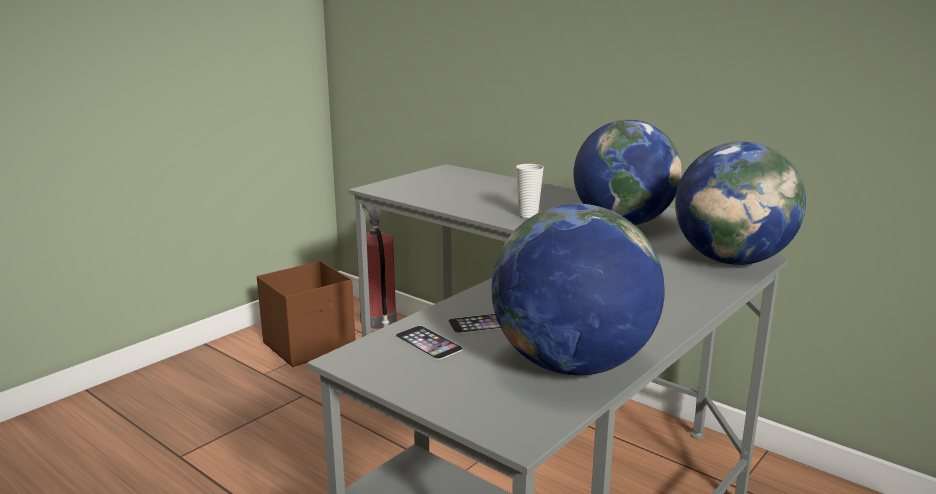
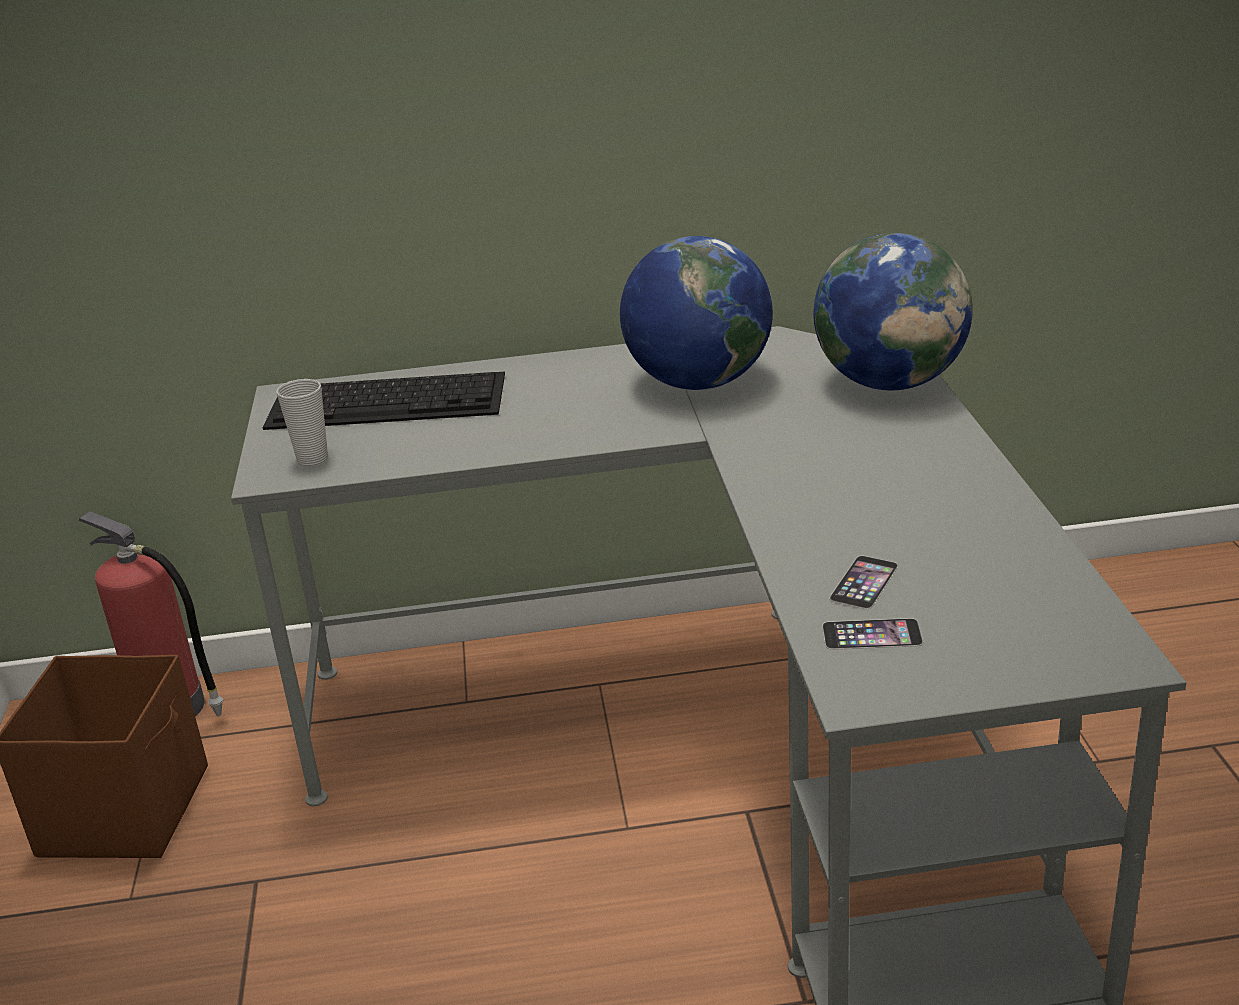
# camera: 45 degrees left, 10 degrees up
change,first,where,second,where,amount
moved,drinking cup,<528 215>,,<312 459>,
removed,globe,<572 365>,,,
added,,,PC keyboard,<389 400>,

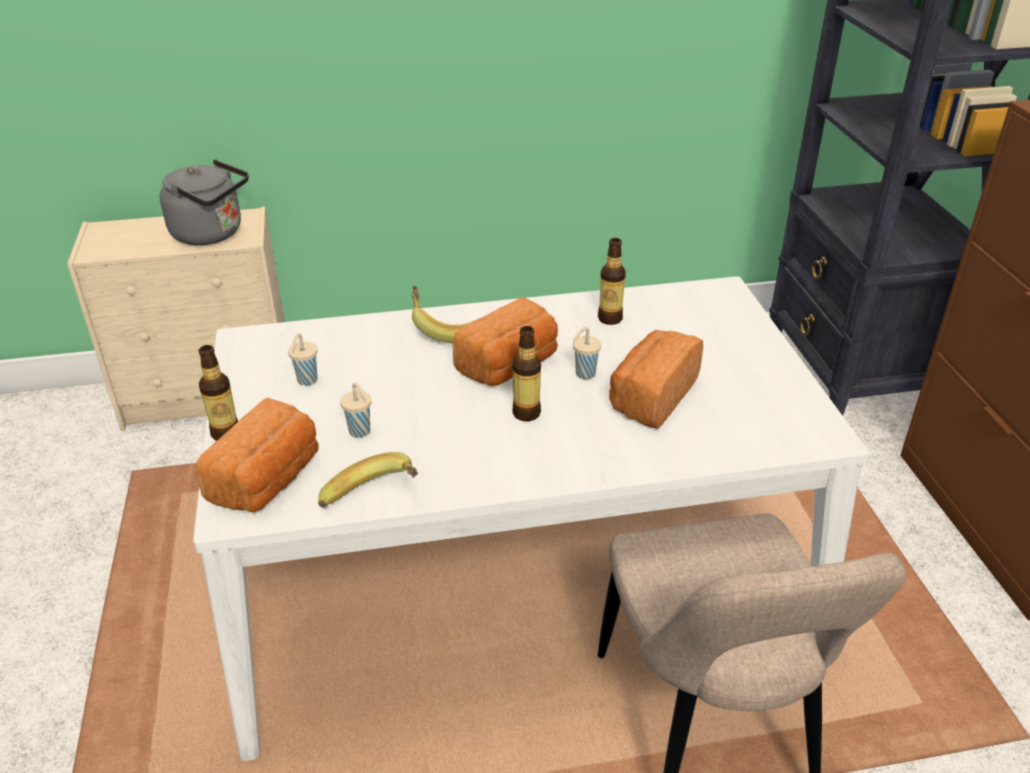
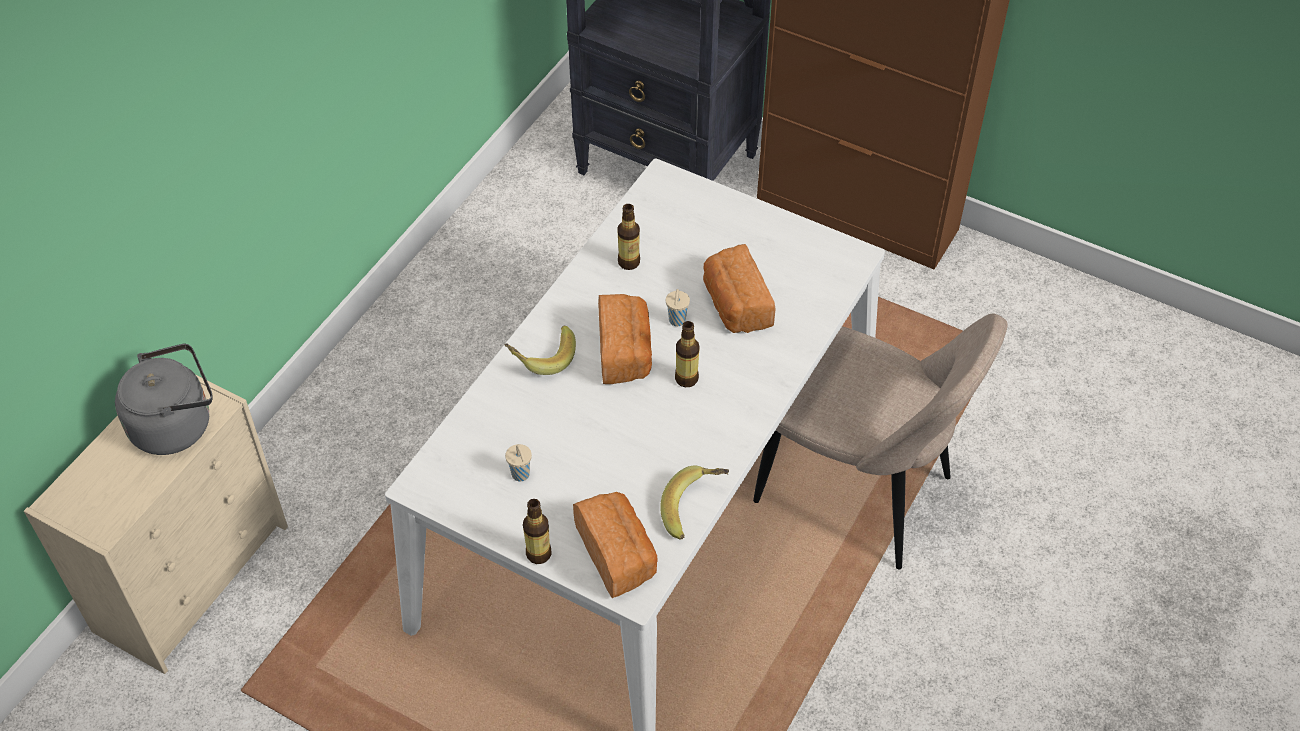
# camera: 50 degrees left, 15 degrees up
change,first,where,second,where,amount
removed,sand-coloured drinking cup,<360 432>,,,

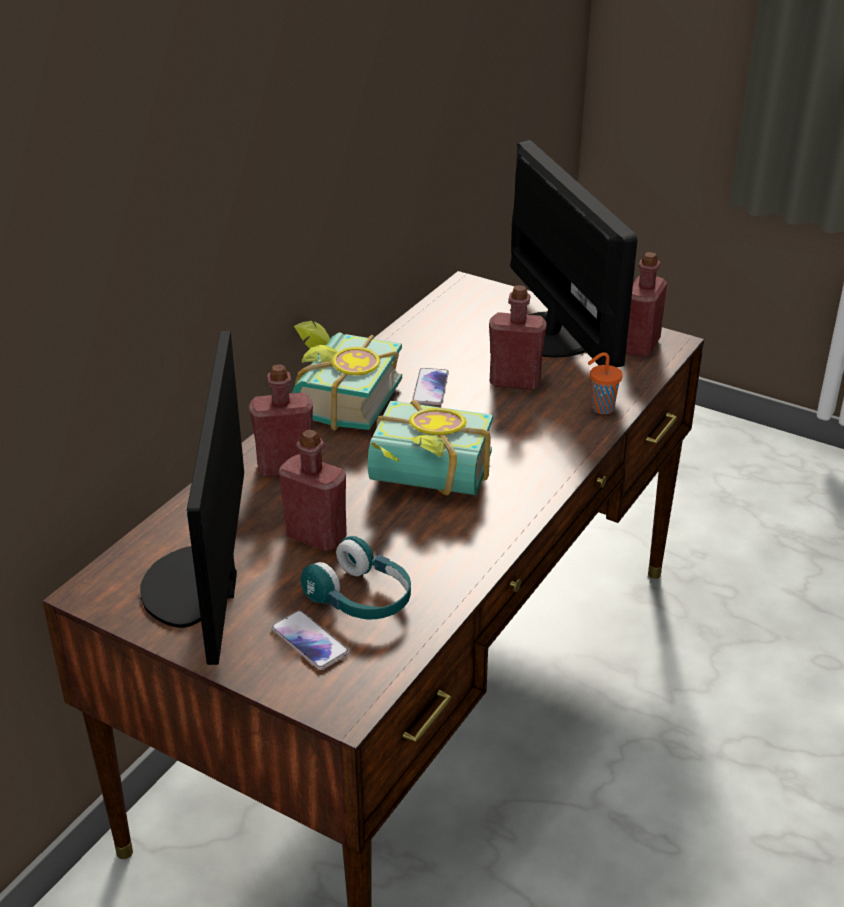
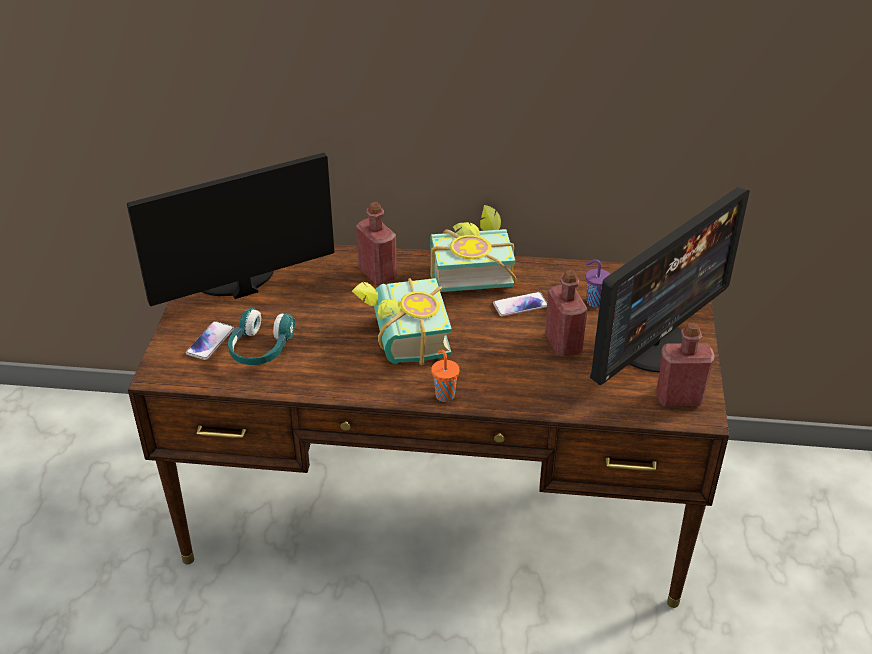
# camera: 65 degrees right, 5 degrees up
change,first,where,second,where,amount
moved,orangey drinking cup,<601 408>,,<444 395>,
removed,red beverage bottle,<316 536>,,,
added,,,purple-coloured drinking cup,<594 301>,

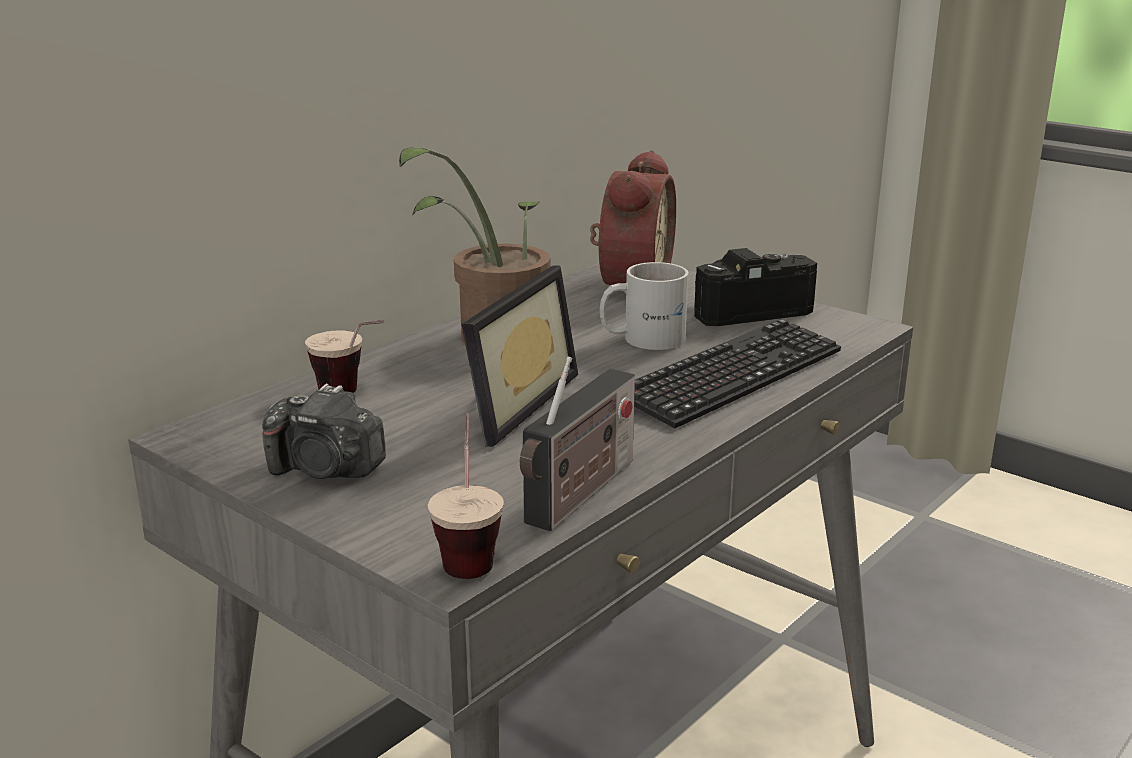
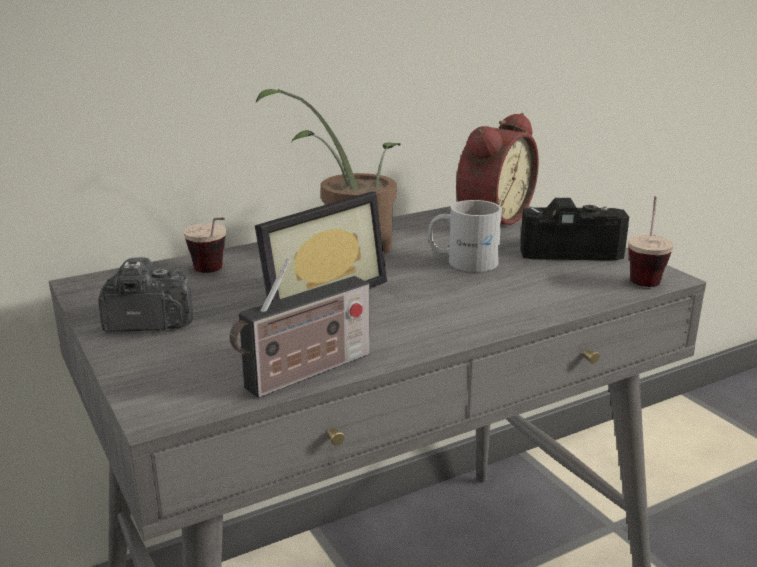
# camera: 20 degrees right, 0 degrees up
change,first,where,second,where,amount
removed,PC keyboard,<731 376>,,,
turned,photo camera,<326 470>,,<147 323>,135 degrees clockwise
moved,drinking cup,<469 550>,,<645 275>,

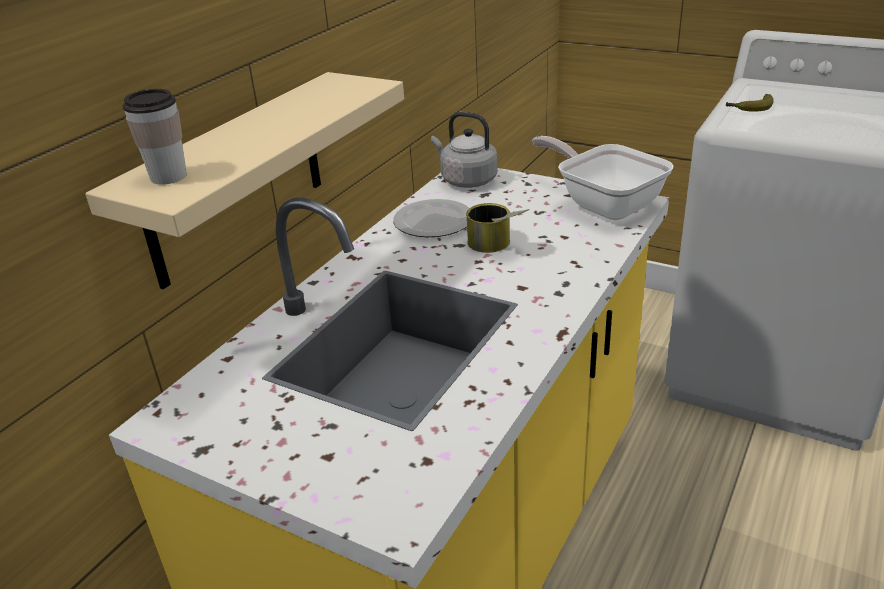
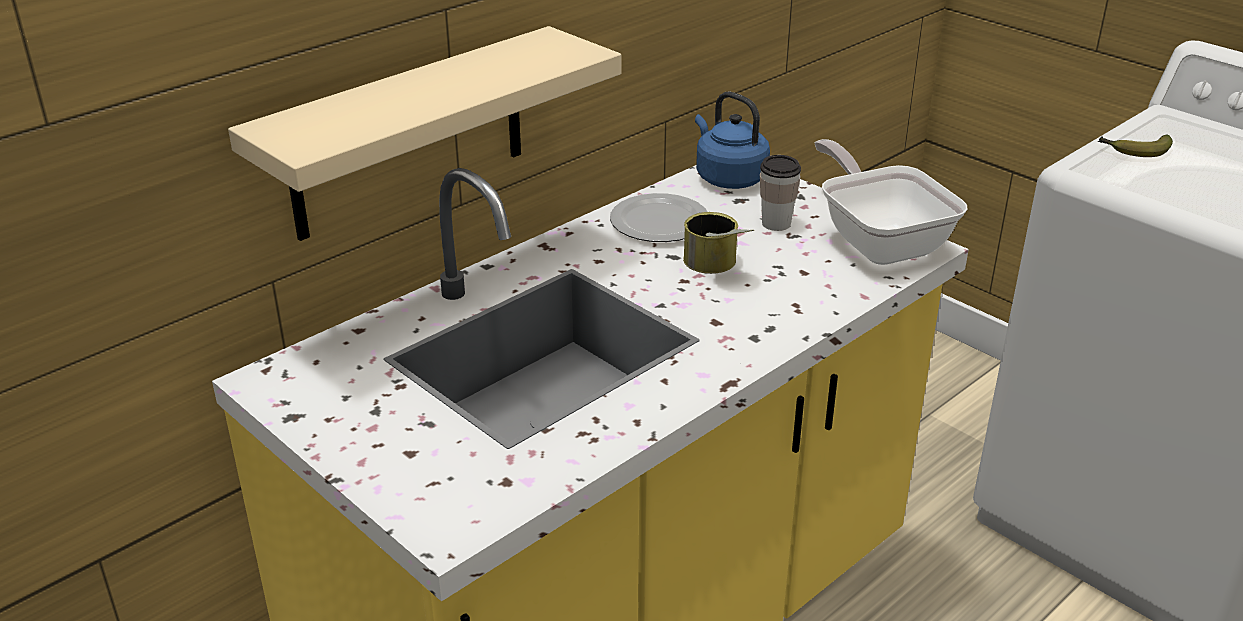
# camera: 15 degrees right, 0 degrees up
change,first,where,second,where,amount
moved,drinking cup,<168 177>,,<776 223>,
recoloured,greyish tea kettle,<466 180>,blue-coloured tea kettle,<728 177>,

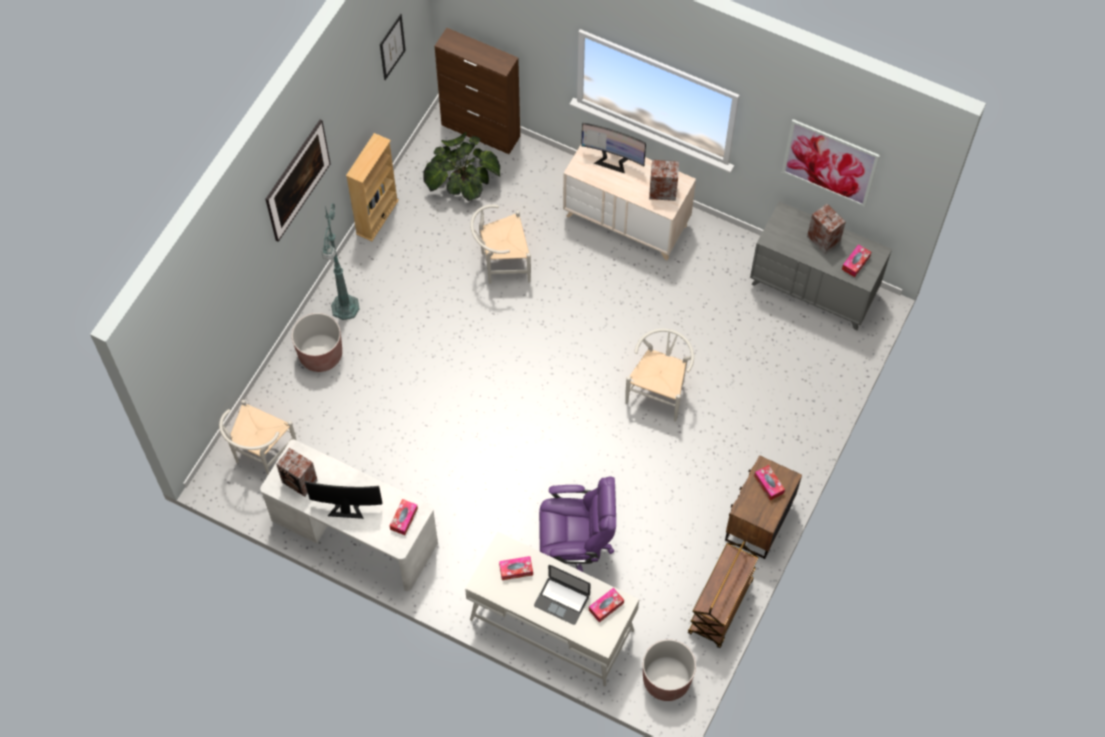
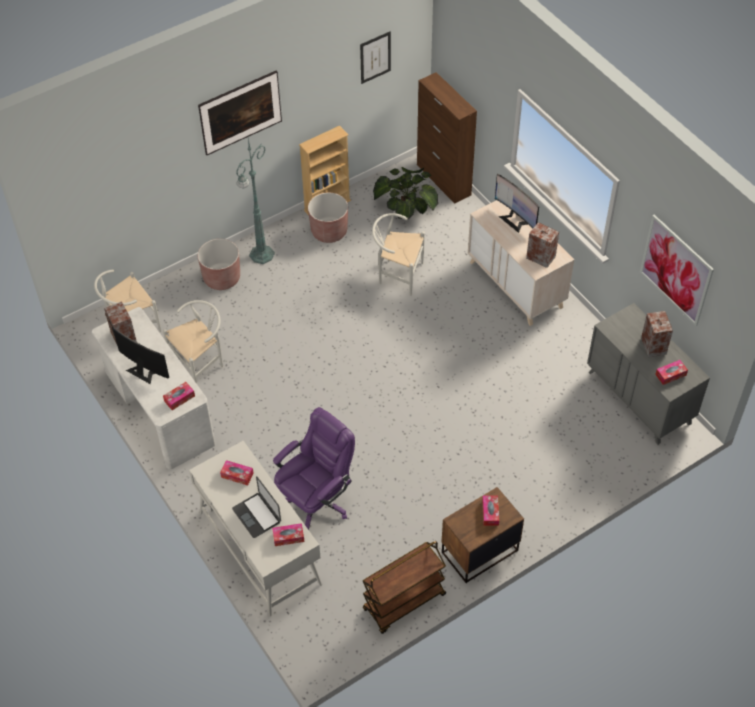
# camera: 30 degrees right, 10 degrees down
change,first,where,second,where,amount
moved,whitish plain chair,<659 391>,,<201 363>,
turned,purple-coloured desk chair,<575 548>,,<316 500>,75 degrees counterclockwise
moved,brownish flower pot,<666 679>,,<329 231>,

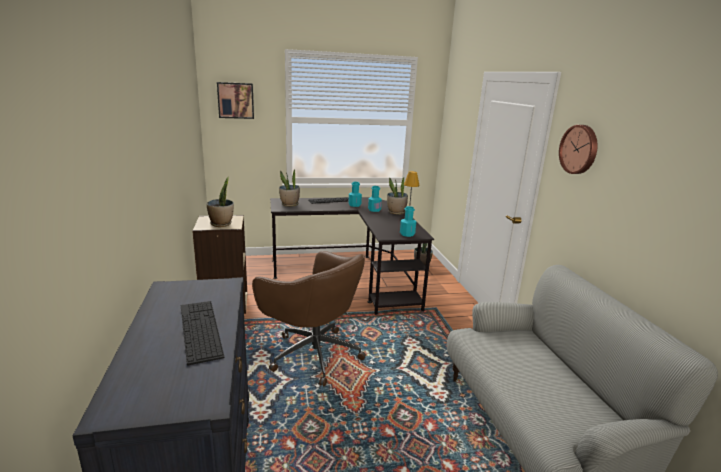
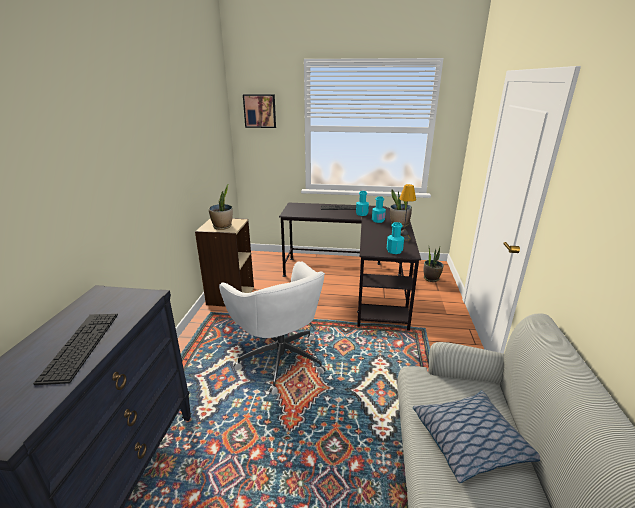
# camera: 20 degrees right, 5 degrees up
change,first,where,second,where,amount
removed,wall clock,<579 149>,,,
removed,houseplant,<289 204>,,,
recoloured,brownish desk chair,<313 353>,whitish desk chair,<280 358>,
added,,,throw pillow,<469 441>,

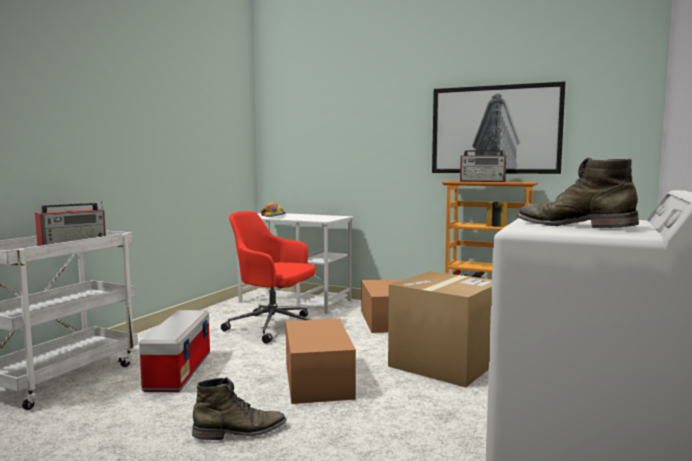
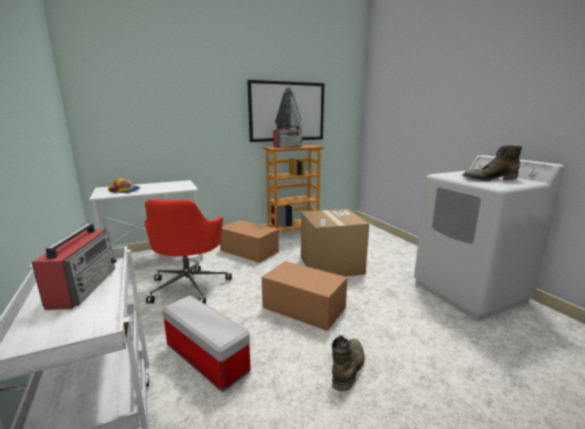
# camera: 50 degrees left, 10 degrees up
change,first,where,second,where,amount
turned,red desk chair,<273 327>,,<189 286>,60 degrees counterclockwise

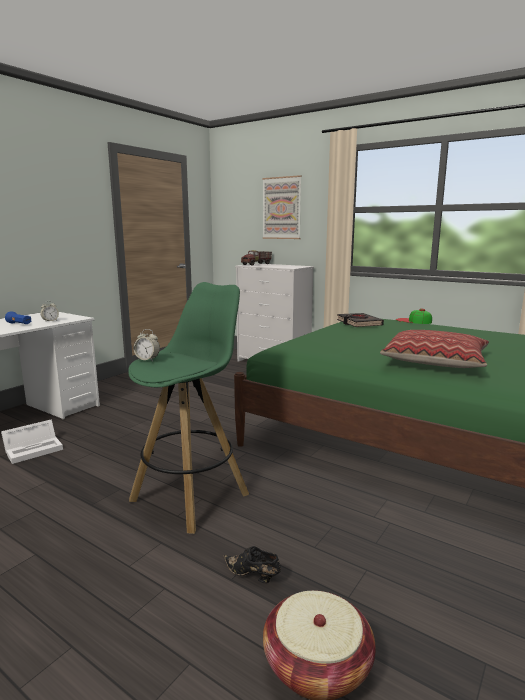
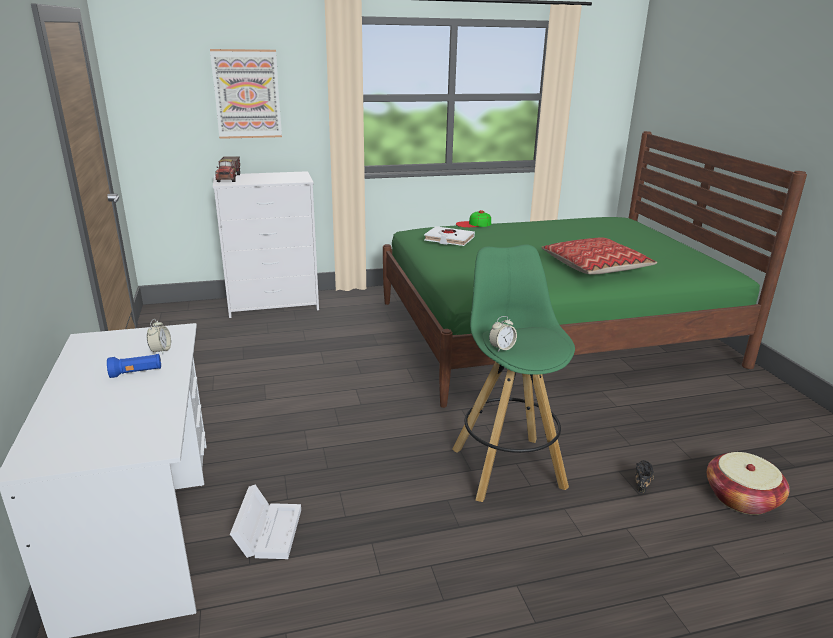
# camera: 50 degrees left, 10 degrees up
change,first,where,second,where,amount
recoloured,blackish bound book,<359 323>,whitish bound book,<449 239>,
turned,blackish low shoe,<252 575>,,<642 483>,135 degrees clockwise

